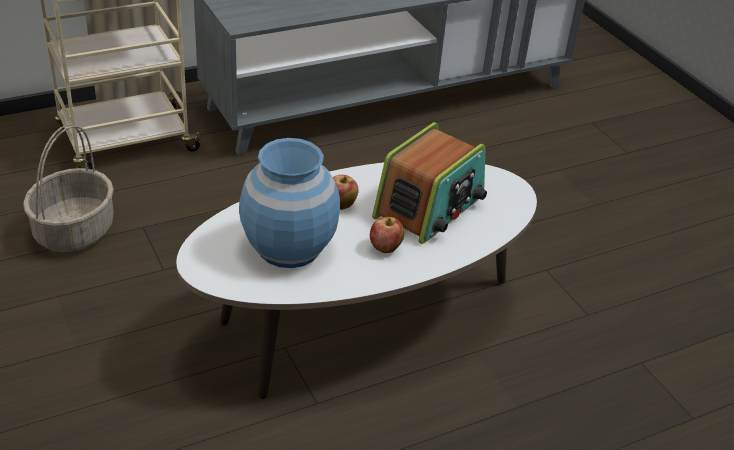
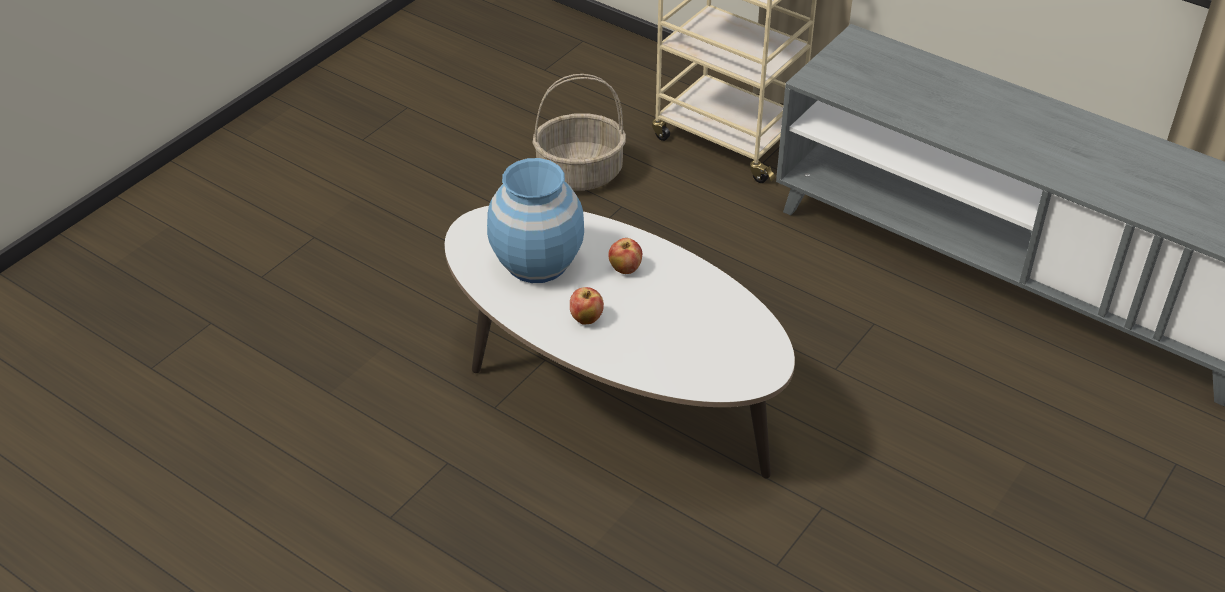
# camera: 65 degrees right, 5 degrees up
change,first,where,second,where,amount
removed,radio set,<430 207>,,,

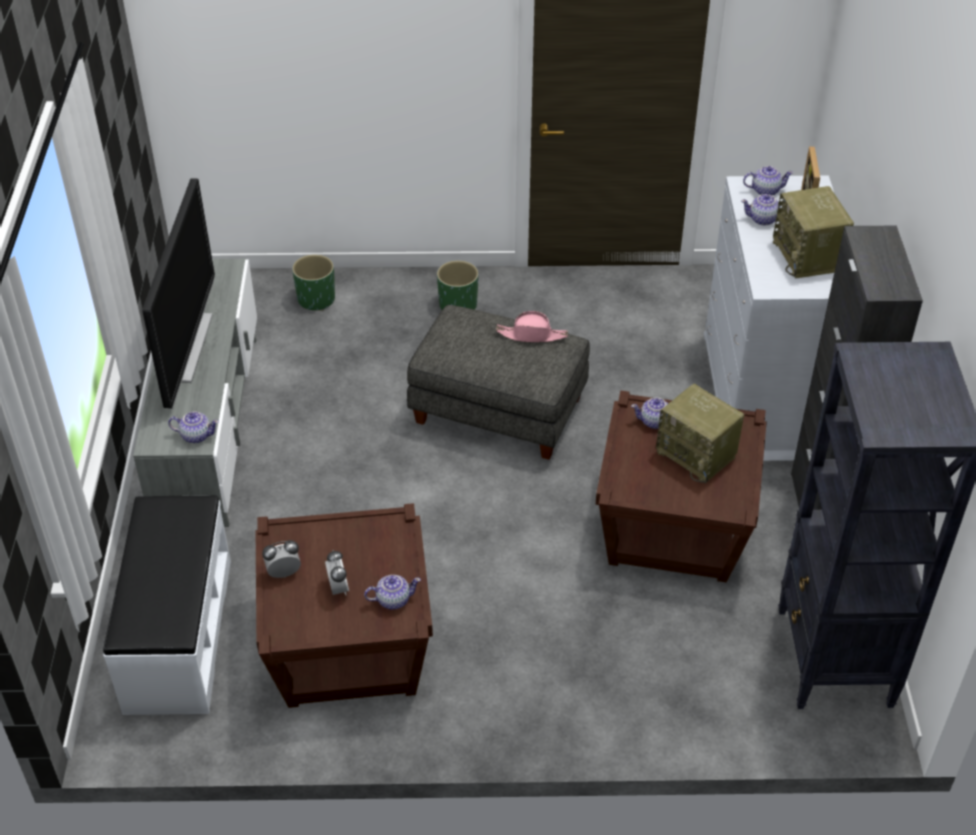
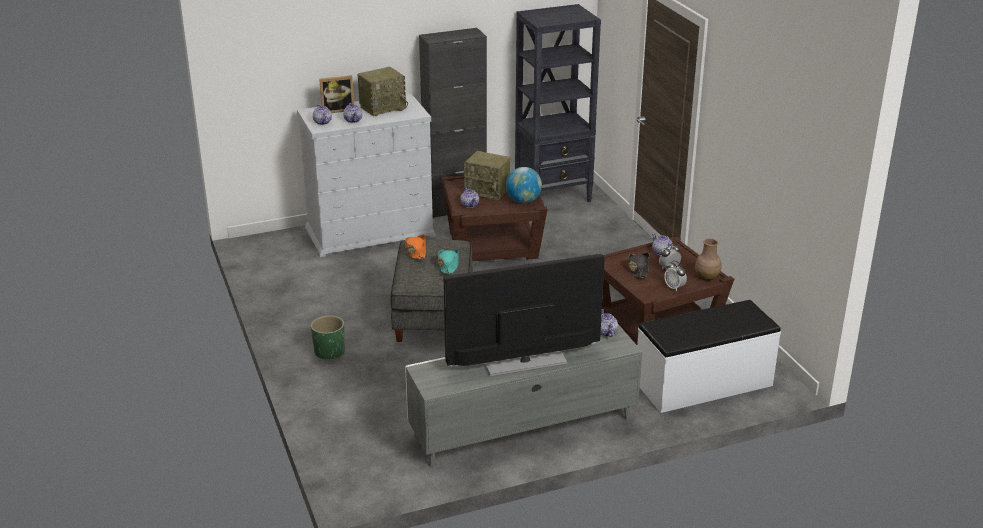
# camera: 110 degrees left, 15 degrees down
change,first,where,second,where,amount
removed,green flower pot,<316 299>,,,
recoloured,pinkish hat,<532 335>,orangey hat,<415 251>,
turned,radio set,<697 455>,,<488 191>,90 degrees clockwise
added,,,globe,<523 201>,
added,,,brownish vase,<706 277>,
added,,,blue-green hat,<448 265>,
added,,,blackish hat,<638 269>,

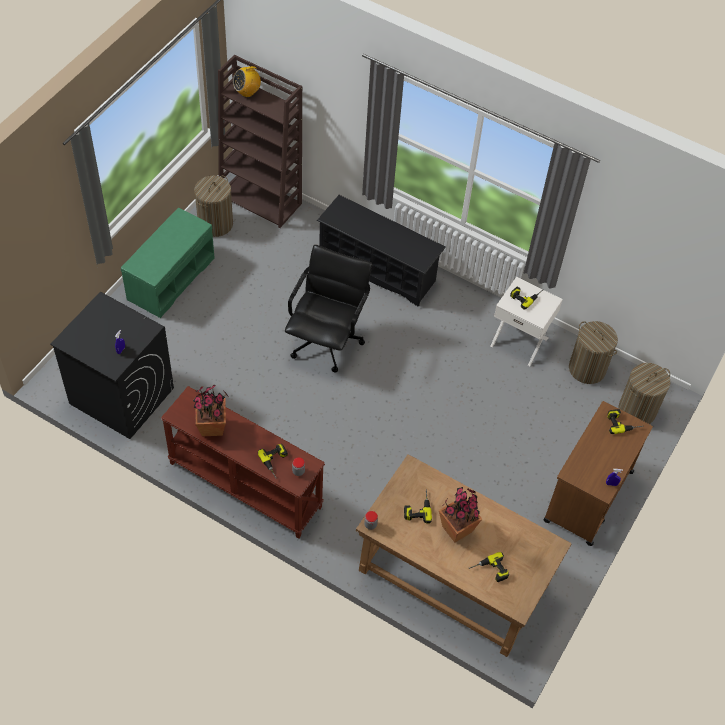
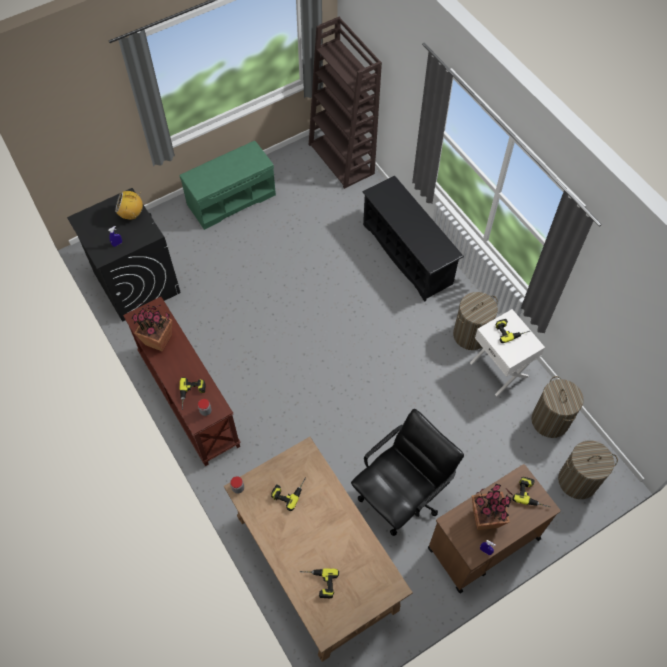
# camera: 30 degrees right, 5 degrees up
change,first,where,second,where,amount
moved,radio set,<247 92>,,<131 214>,
moved,laundry basket,<215 224>,,<470 335>,
moved,blackish desk chair,<326 341>,,<401 495>,
moved,houseplant,<457 529>,,<485 518>,

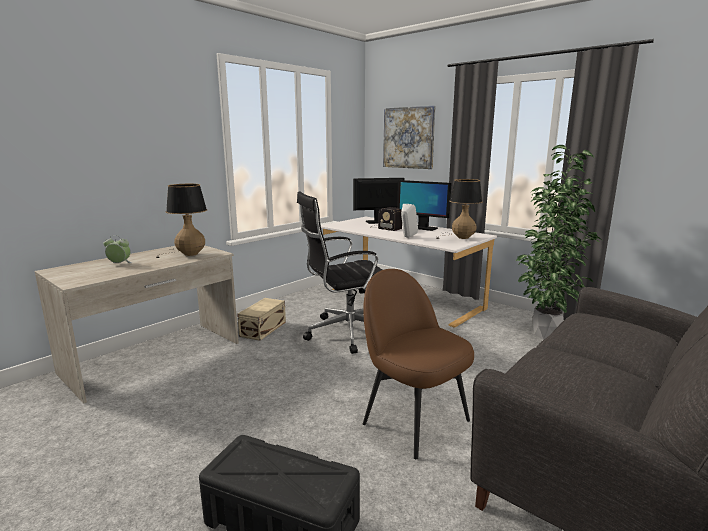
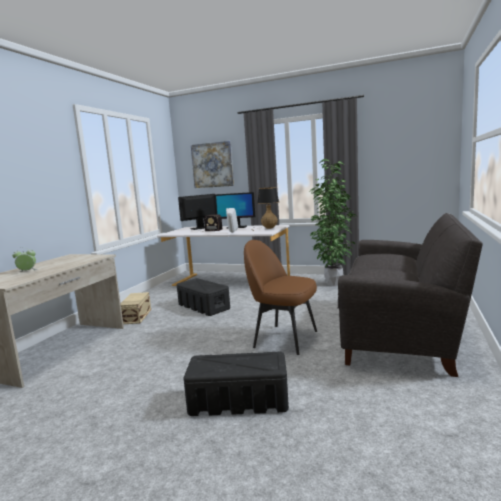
# camera: 20 degrees left, 5 degrees down
change,first,where,second,where,amount
removed,lamp for a table,<188 254>,,,
replaced,blackish desk chair,<346 333>,blackish storage bin,<203 306>,

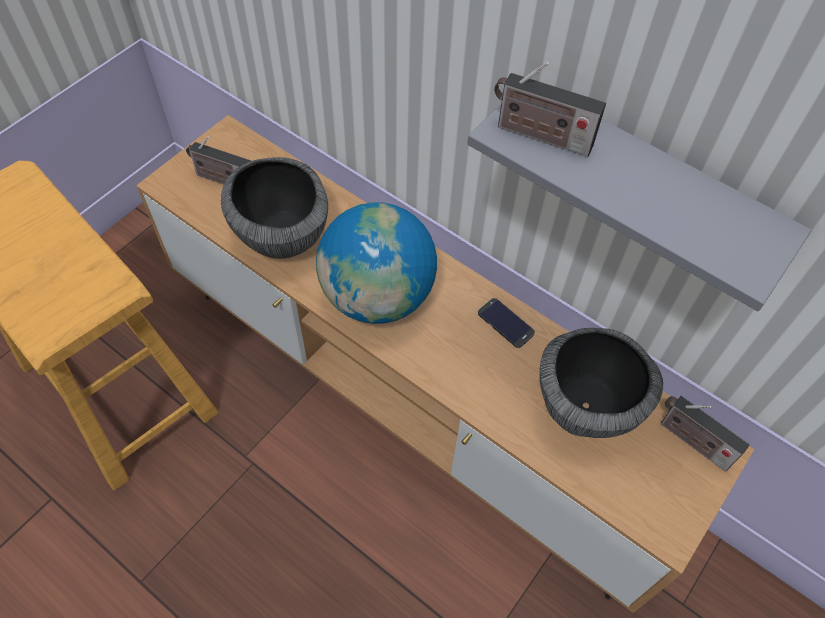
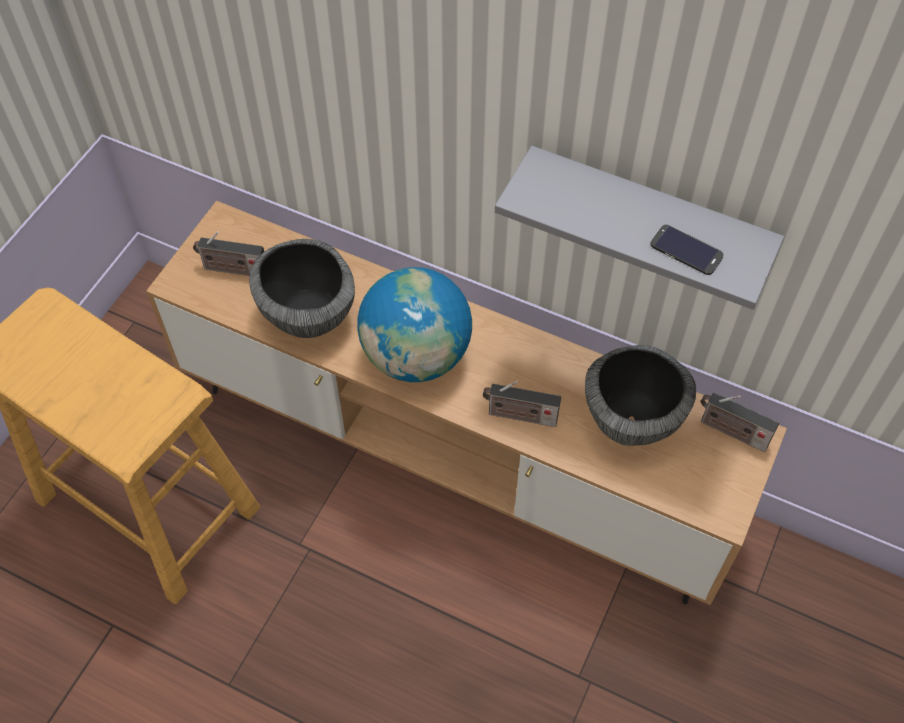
# camera: 10 degrees left, 0 degrees up
change,first,where,second,where,amount
moved,radio set,<539 135>,,<519 416>,
moved,handset,<505 323>,,<686 250>,

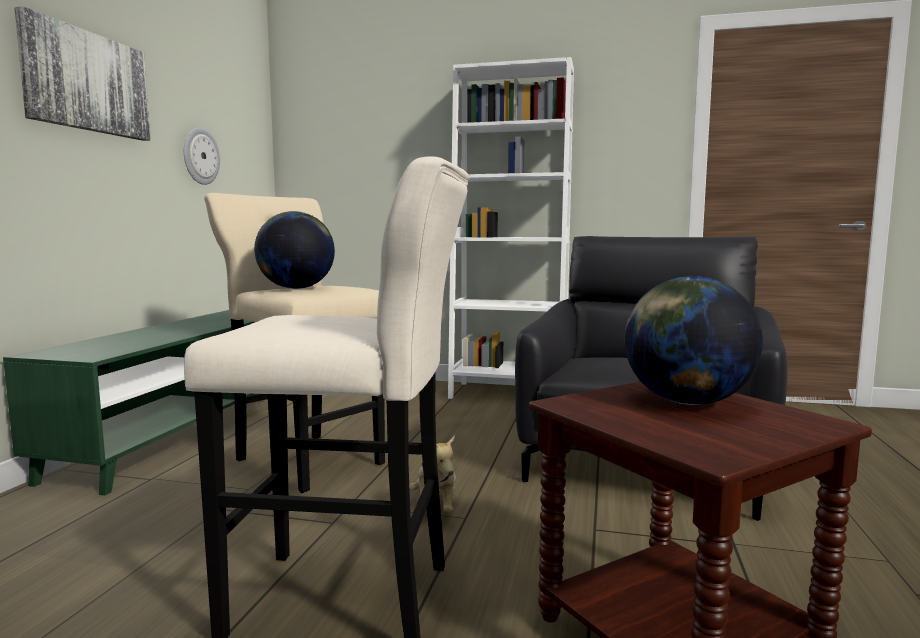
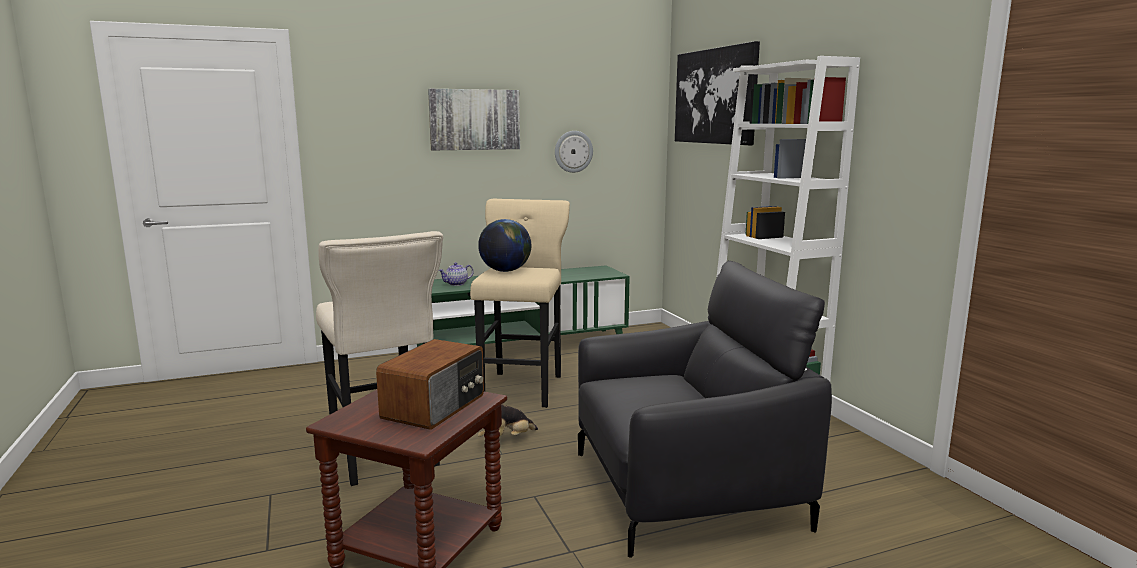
# camera: 55 degrees right, 5 degrees up
change,first,where,second,where,amount
replaced,globe,<686 402>,radio set,<436 407>,
added,,,picture,<715 96>,
added,,,pot for tea,<456 284>,

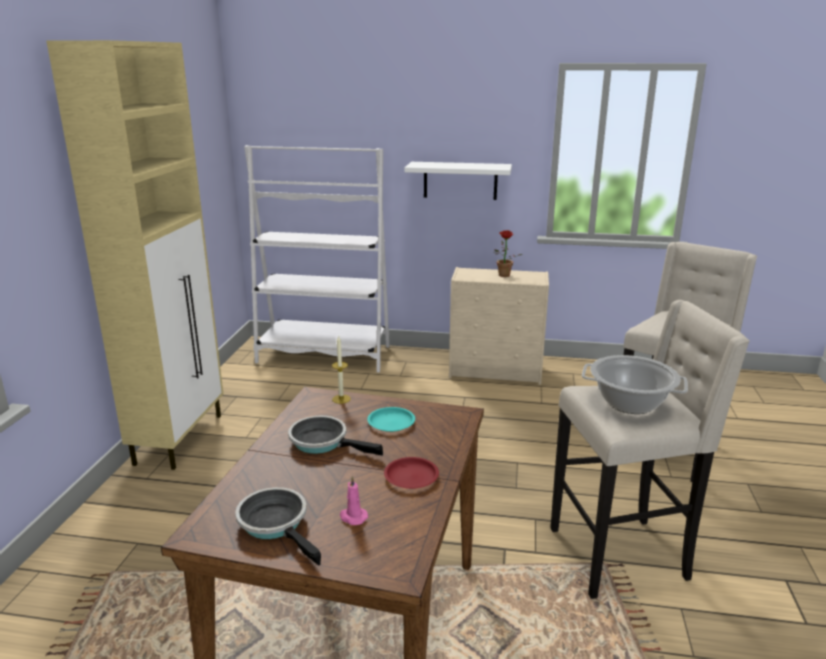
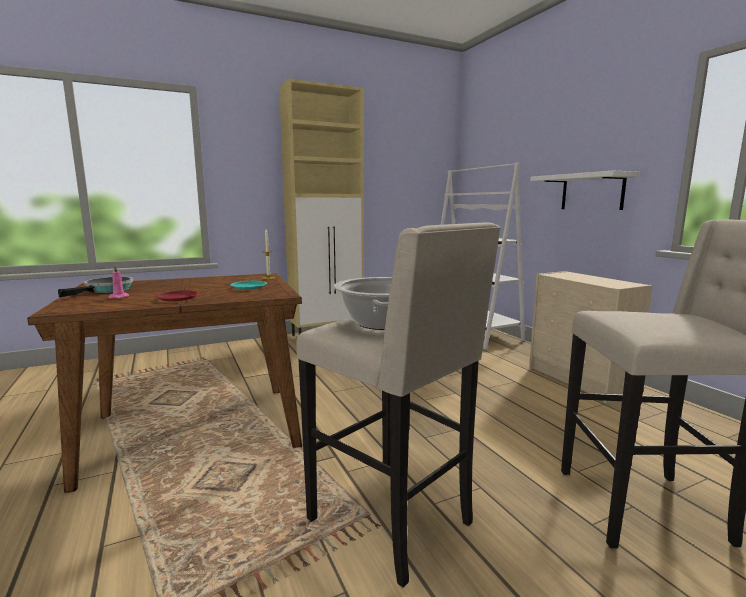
# camera: 55 degrees right, 10 degrees down
change,first,where,second,where,amount
removed,houseplant,<503 276>,,,
removed,frying pan,<323 442>,,,

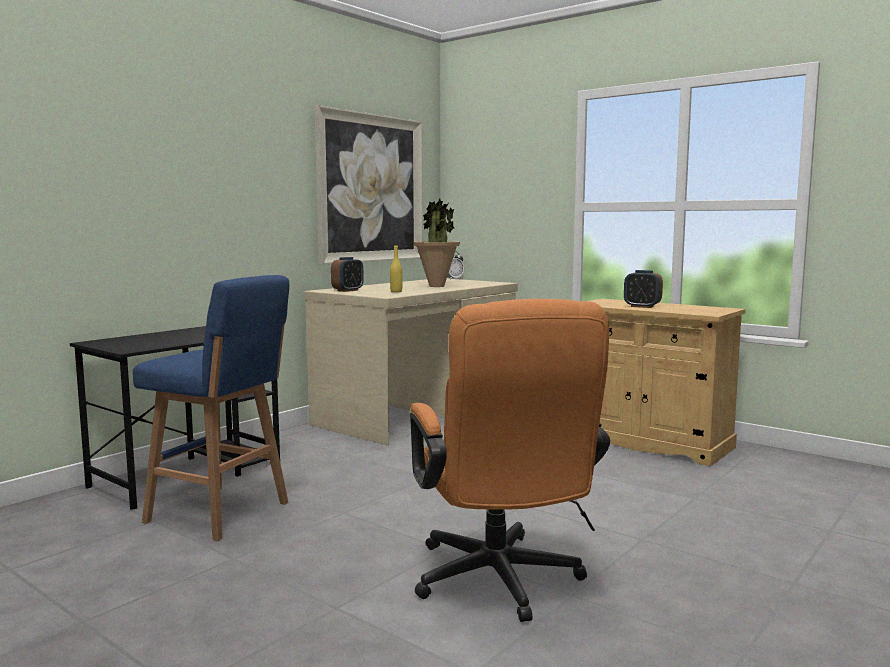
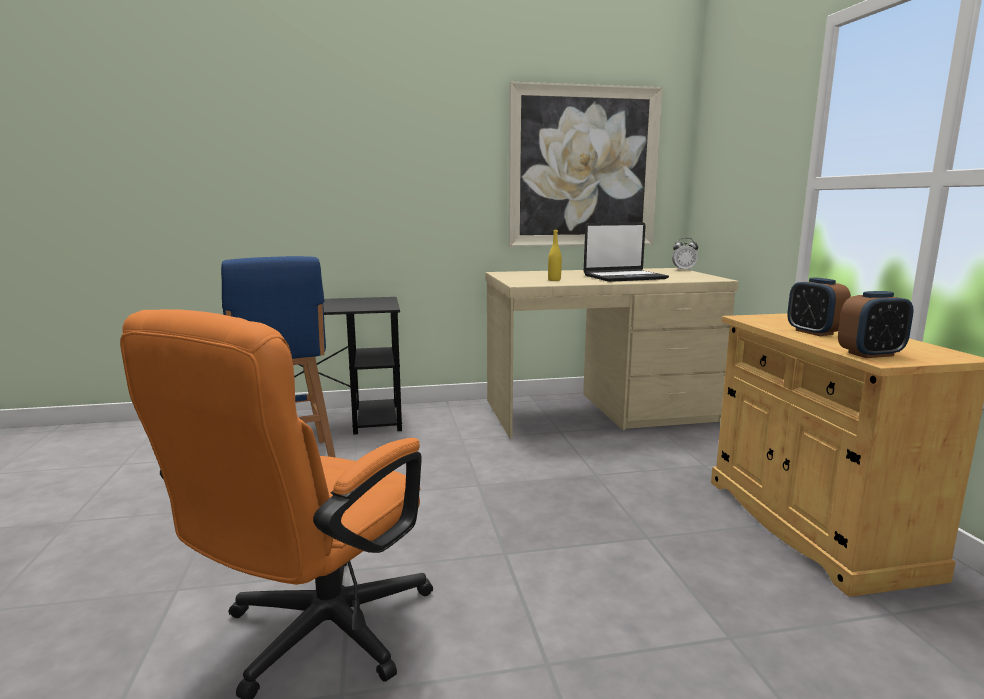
# camera: 40 degrees right, 5 degrees up
change,first,where,second,where,amount
replaced,houseplant,<436 286>,portable computer,<624 277>,
moved,alarm clock,<347 290>,,<870 354>,

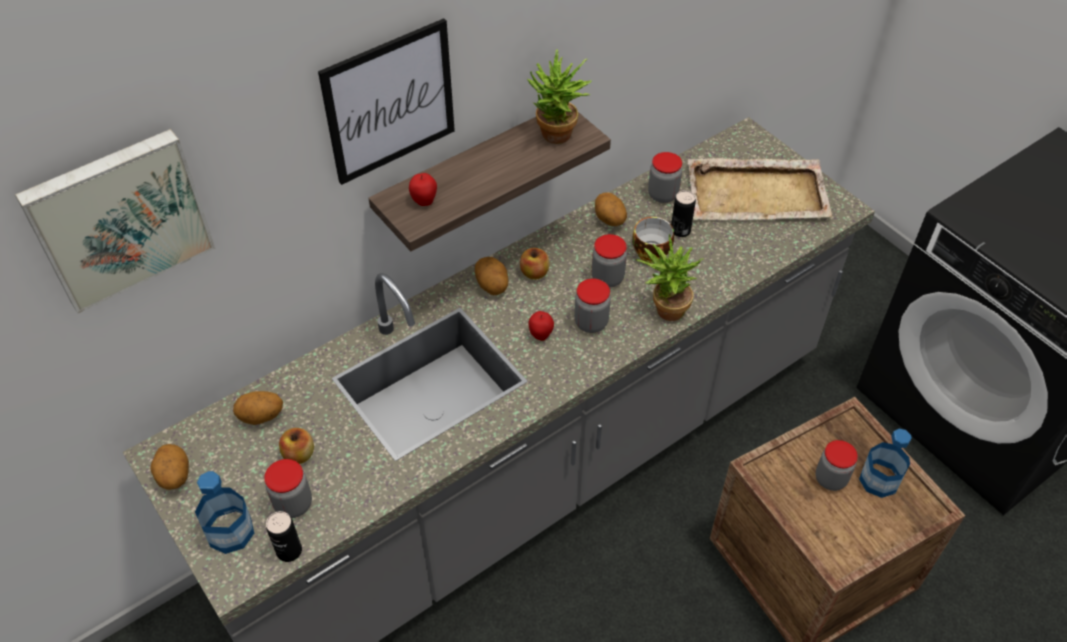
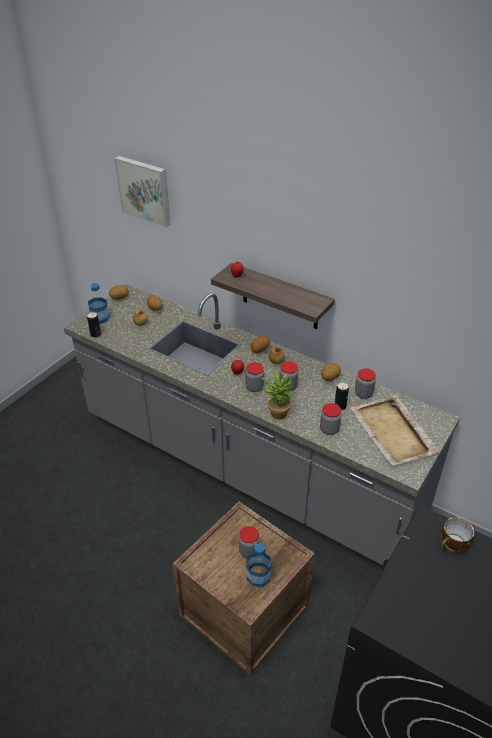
# camera: 70 degrees right, 10 degrees down
change,first,where,second,where,amount
removed,picture,<390 102>,,,
removed,houseplant,<556 138>,,,
moved,drinking cup,<653 254>,,<453 544>,
moved,preserve jar,<293 504>,,<329 429>,

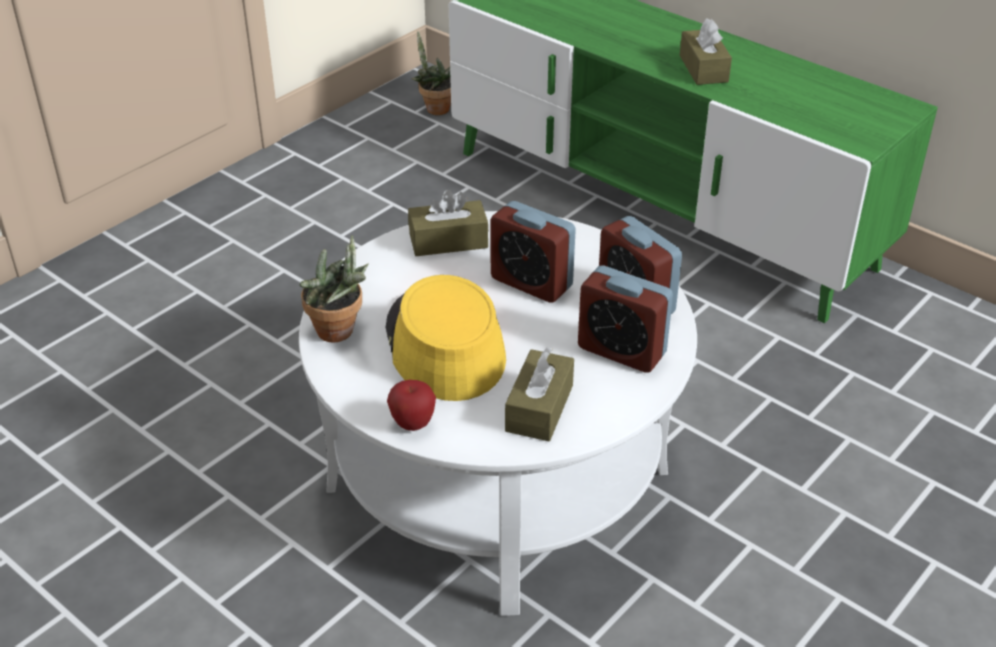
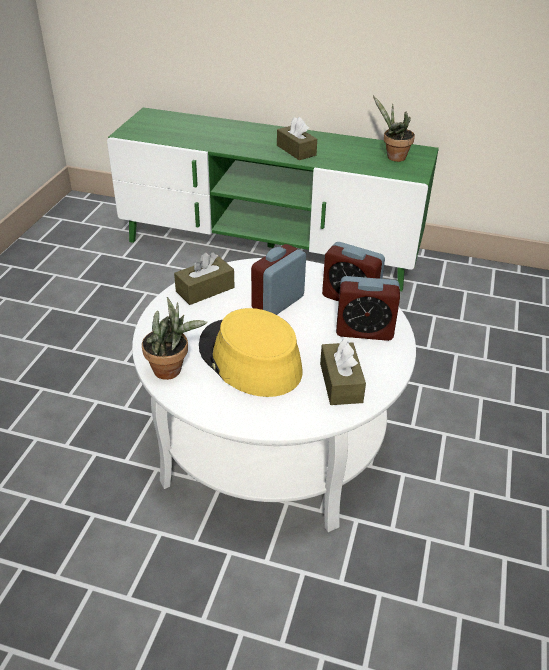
# camera: 25 degrees left, 0 degrees up
change,first,where,second,where,amount
moved,houseplant,<434 108>,,<393 157>,
turned,alarm clock,<531 282>,,<278 303>,120 degrees clockwise
removed,whole apple,<412 424>,,,

